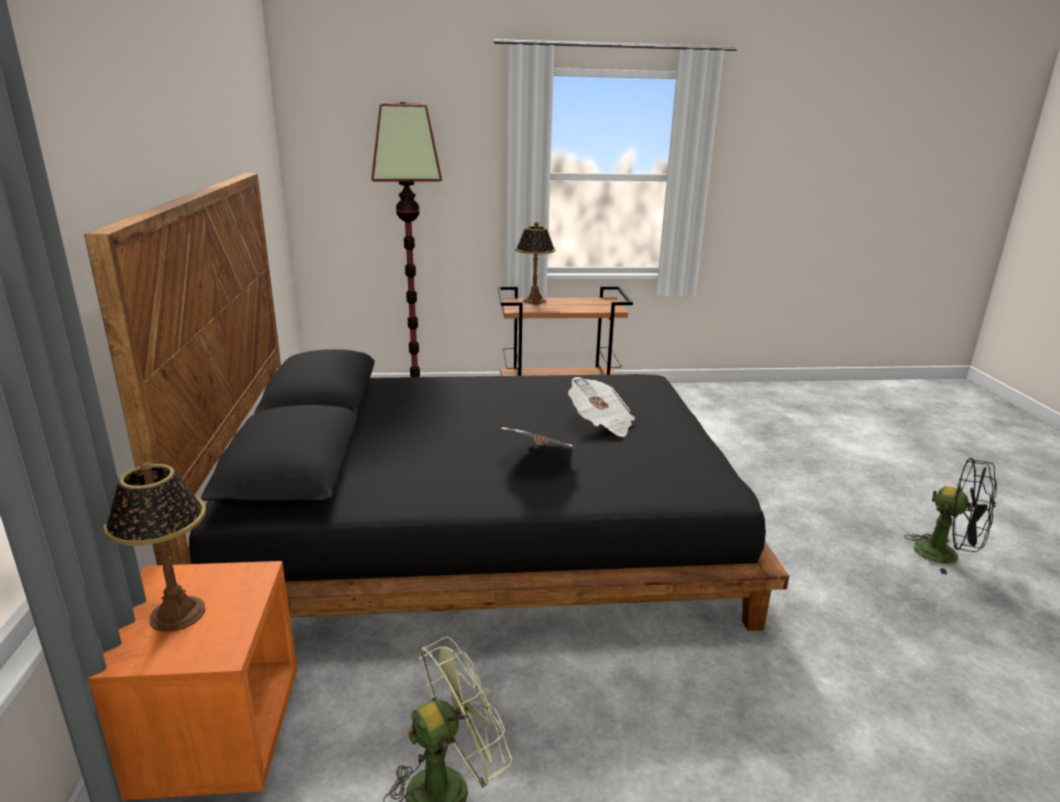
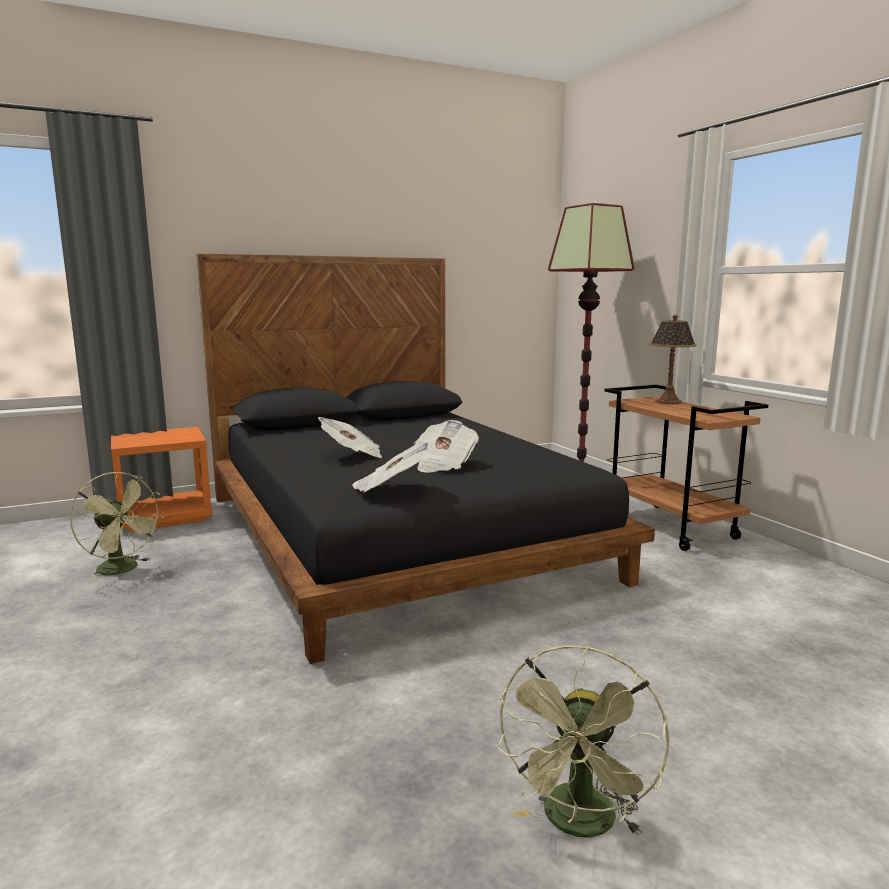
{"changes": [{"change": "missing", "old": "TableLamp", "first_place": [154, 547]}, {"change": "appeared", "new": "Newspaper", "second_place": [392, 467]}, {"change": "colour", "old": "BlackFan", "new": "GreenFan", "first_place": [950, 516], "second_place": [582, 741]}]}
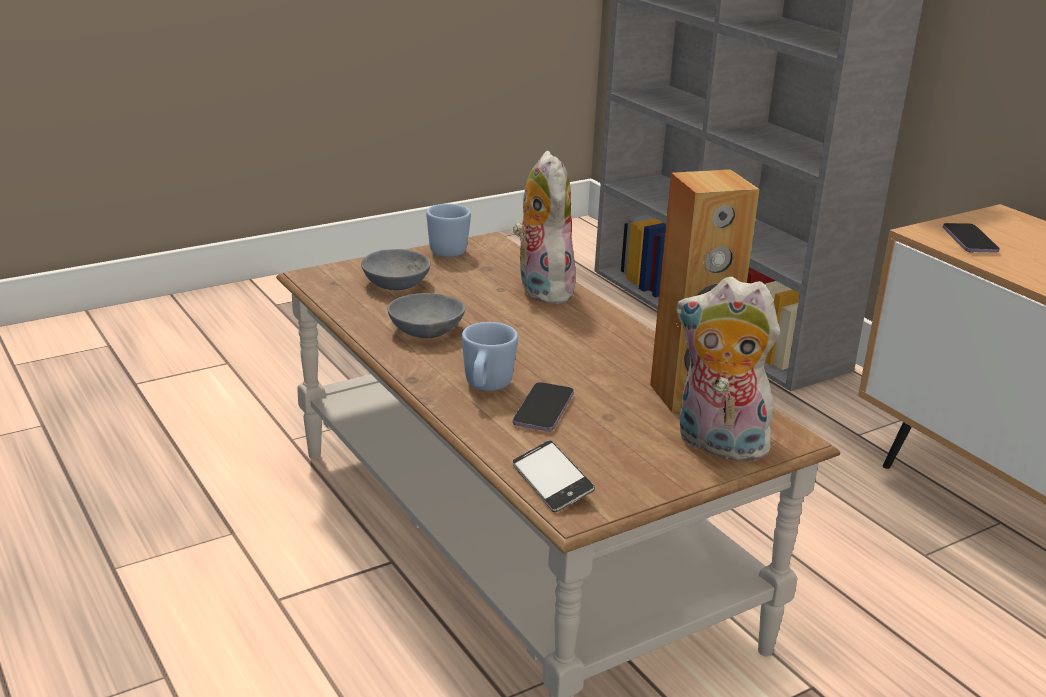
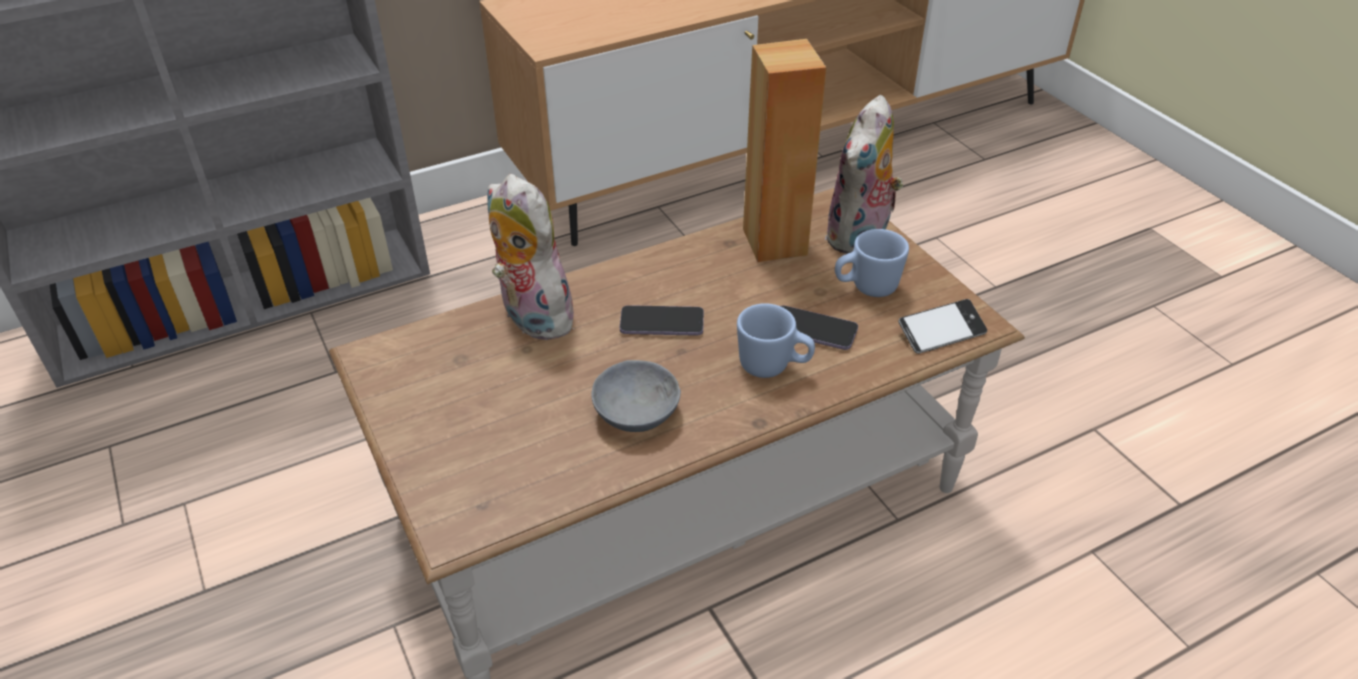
{"changes": [{"change": "missing", "old": "GreyBowl", "first_place": [395, 269]}, {"change": "relocated", "old": "BlueMug", "first_place": [448, 230], "second_place": [872, 263]}, {"change": "relocated", "old": "Phone", "first_place": [971, 238], "second_place": [662, 320]}, {"change": "spun", "old": "PlushToy", "first_place": [544, 227], "second_place": [533, 257], "degrees": 60}]}
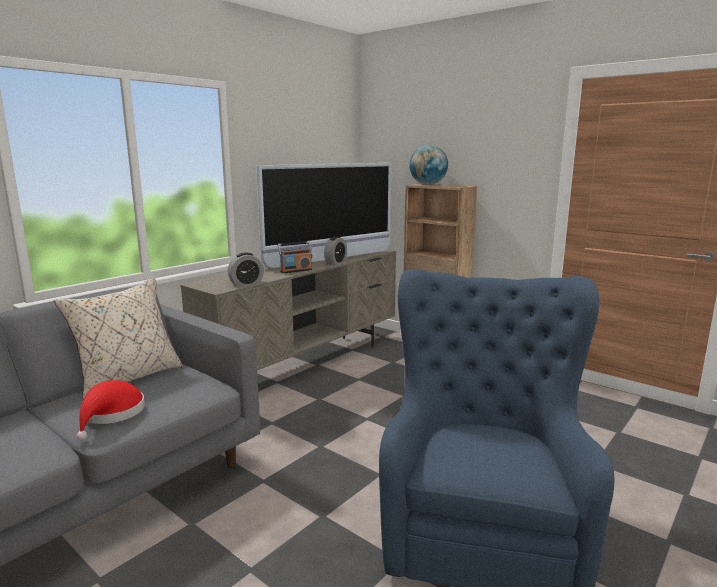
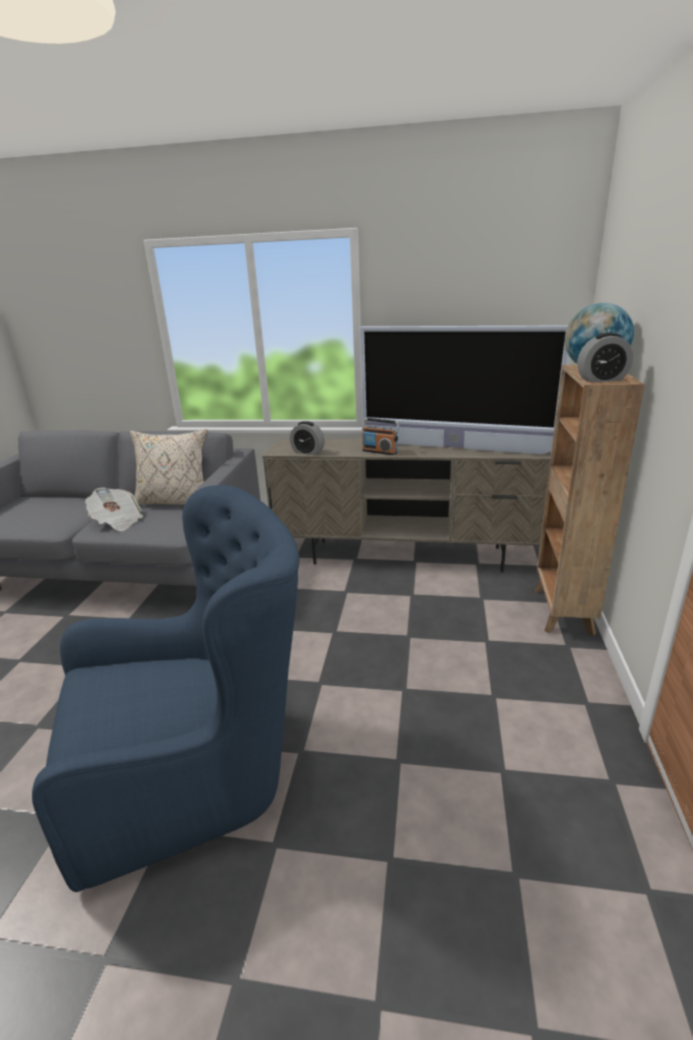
{"changes": [{"change": "relocated", "old": "AlarmClock", "first_place": [335, 250], "second_place": [605, 357]}, {"change": "exchanged", "old": "RedHat", "new": "Newspaper", "first_place": [110, 410], "second_place": [114, 509]}]}
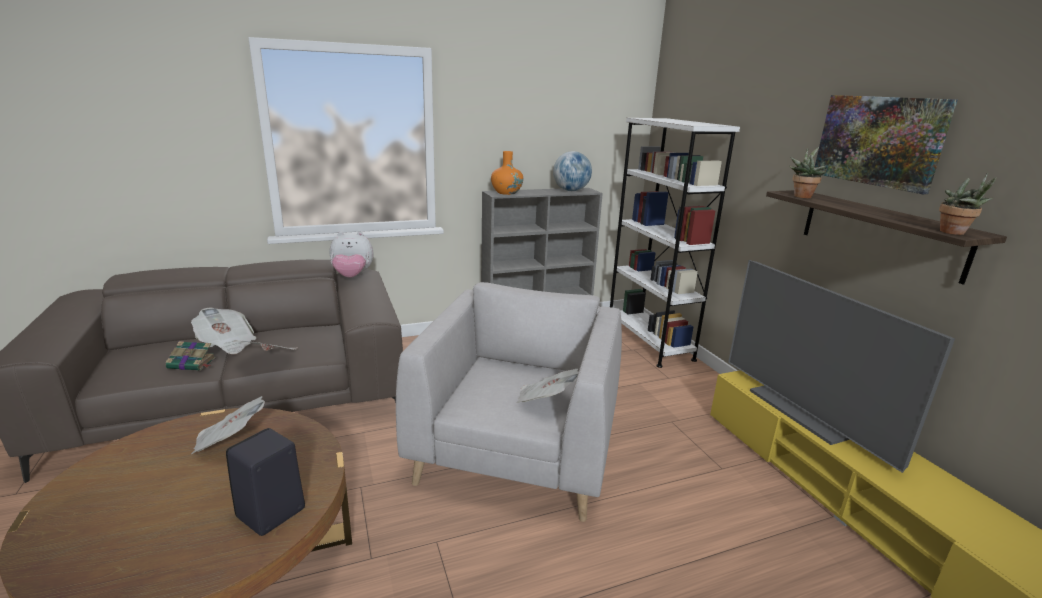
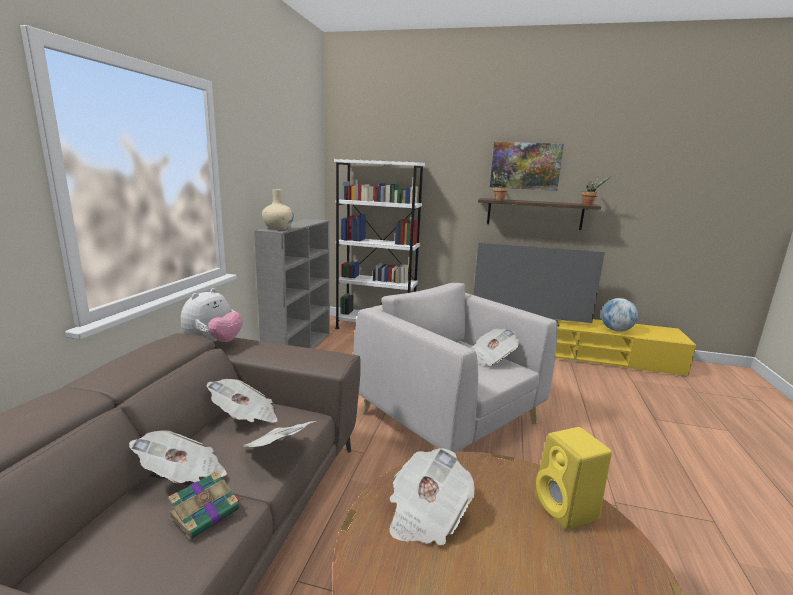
{"changes": [{"change": "appeared", "new": "Newspaper", "second_place": [242, 400]}, {"change": "relocated", "old": "Globe", "first_place": [572, 171], "second_place": [619, 314]}, {"change": "colour", "old": "BlackSpeaker", "new": "YellowSpeaker", "first_place": [265, 482], "second_place": [573, 478]}, {"change": "colour", "old": "OrangeVase", "new": "BeigeVase", "first_place": [507, 173], "second_place": [278, 209]}]}
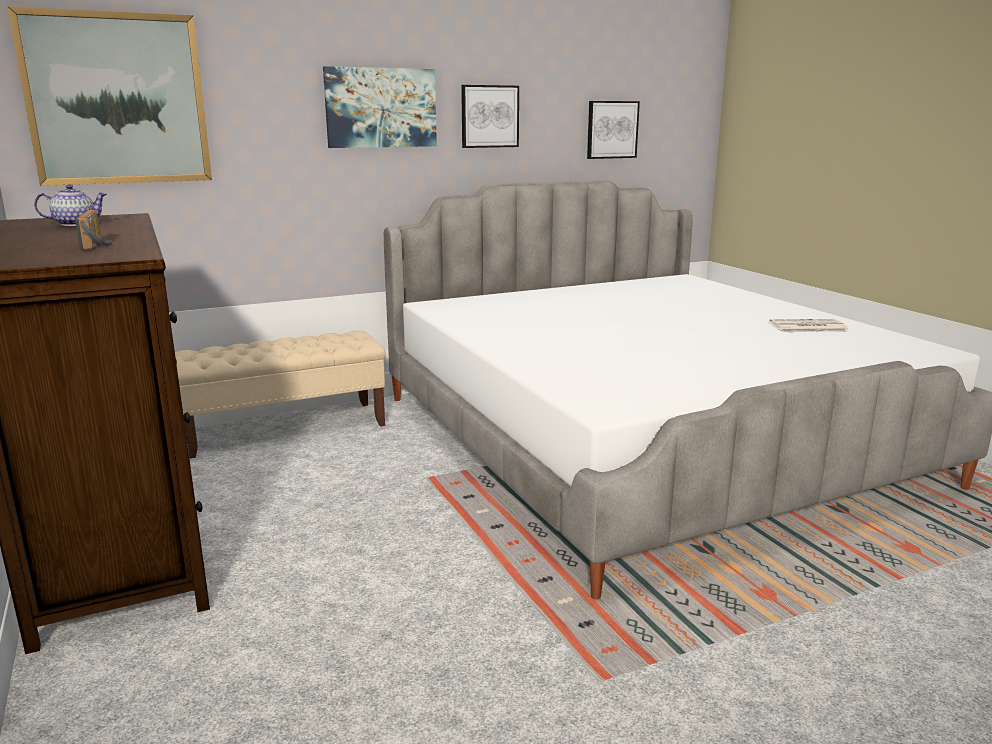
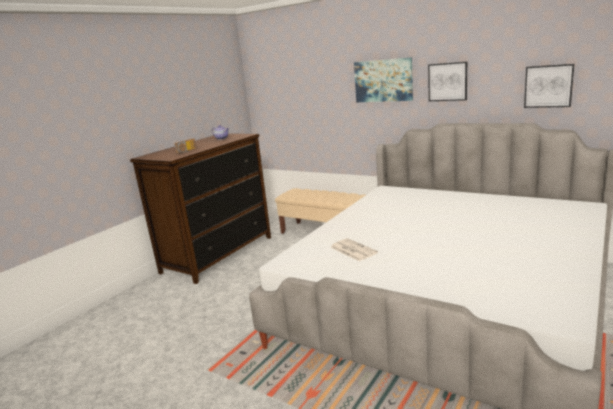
{"changes": [{"change": "missing", "old": "Picture", "first_place": [109, 96]}, {"change": "relocated", "old": "Newspaper", "first_place": [809, 325], "second_place": [354, 249]}]}
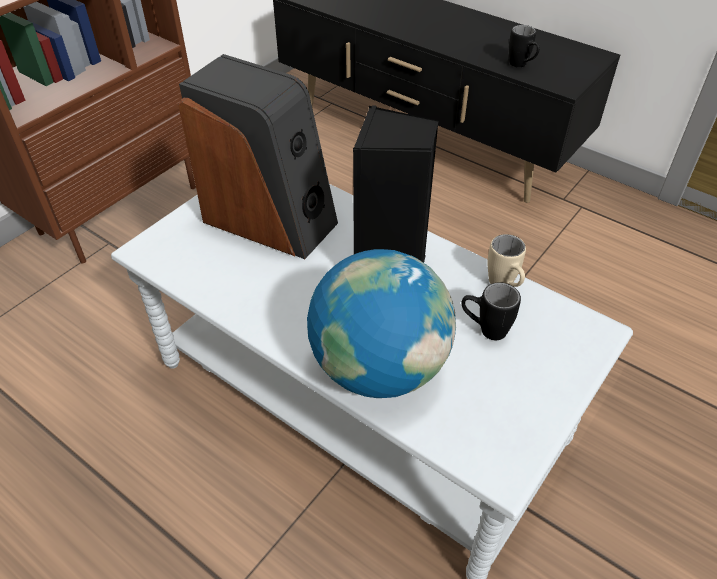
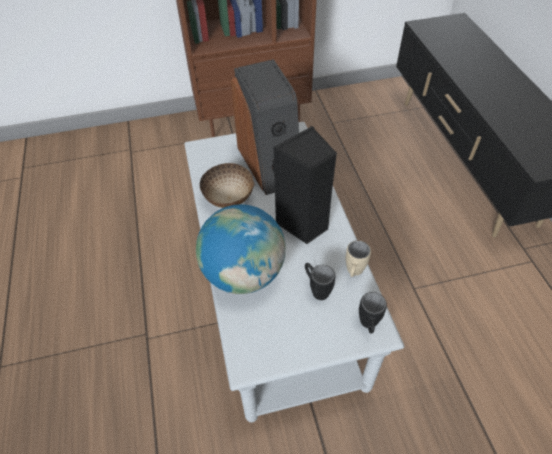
{"changes": [{"change": "appeared", "new": "Bowl", "second_place": [227, 185]}, {"change": "relocated", "old": "BlackMug", "first_place": [524, 46], "second_place": [373, 313]}]}
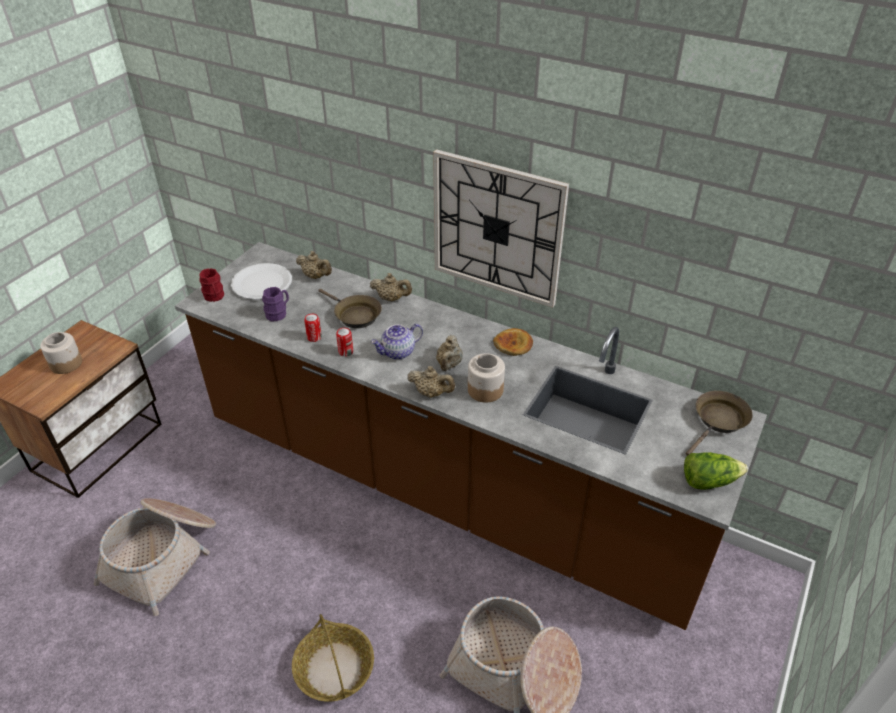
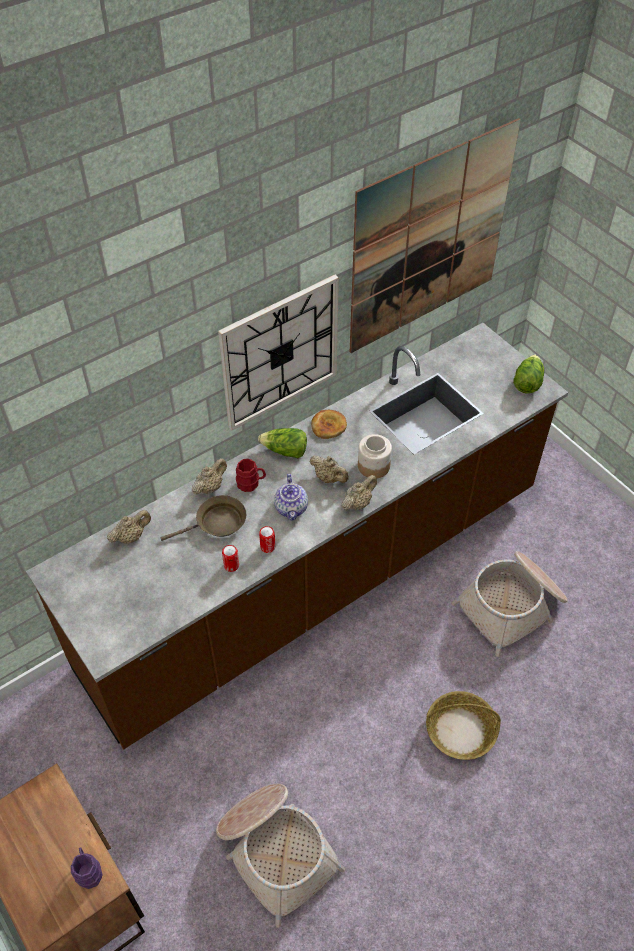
{"changes": [{"change": "missing", "old": "Jar", "first_place": [61, 353]}, {"change": "missing", "old": "WhitePlate", "first_place": [261, 281]}, {"change": "missing", "old": "BrownFryingPan", "first_place": [719, 423]}, {"change": "appeared", "new": "Lettuce", "second_place": [282, 443]}, {"change": "appeared", "new": "Picture", "second_place": [435, 235]}, {"change": "relocated", "old": "RedMug", "first_place": [211, 285], "second_place": [251, 475]}, {"change": "relocated", "old": "PurpleMug", "first_place": [275, 304], "second_place": [87, 868]}]}
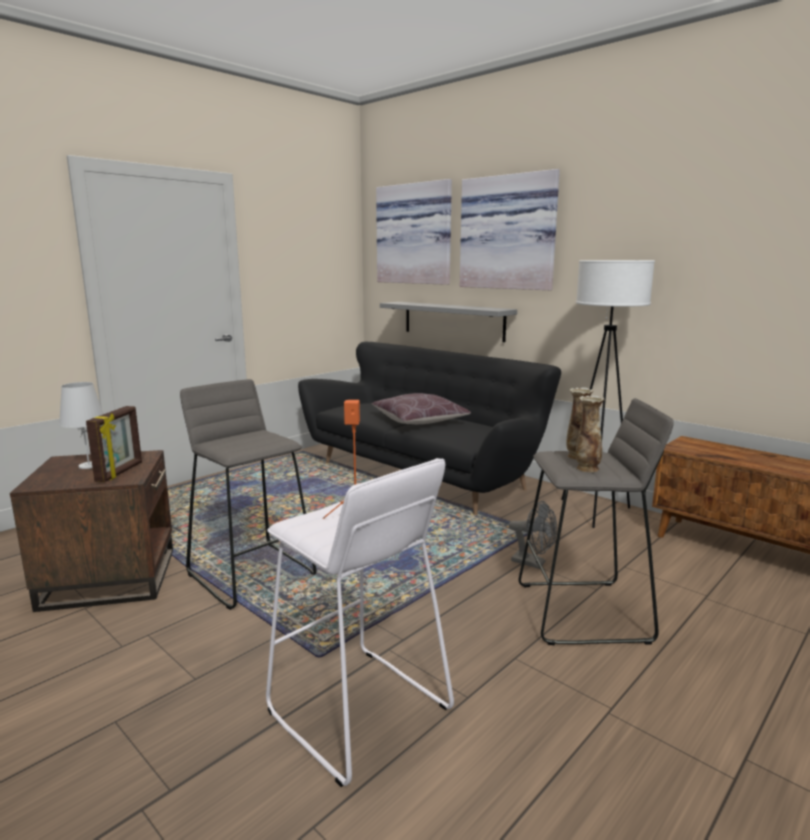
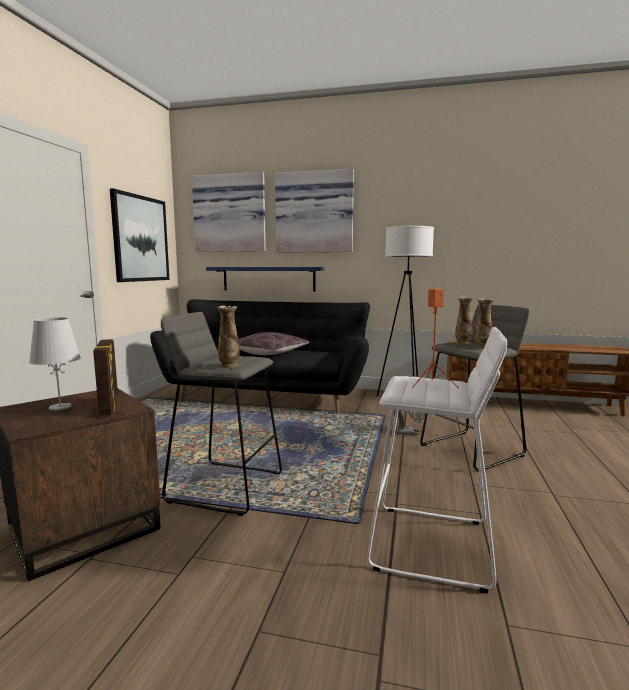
{"changes": [{"change": "appeared", "new": "Picture", "second_place": [140, 235]}, {"change": "appeared", "new": "Vase", "second_place": [228, 337]}, {"change": "colour", "old": "GreyShelf", "new": "BlueShelf", "first_place": [448, 322], "second_place": [265, 279]}]}
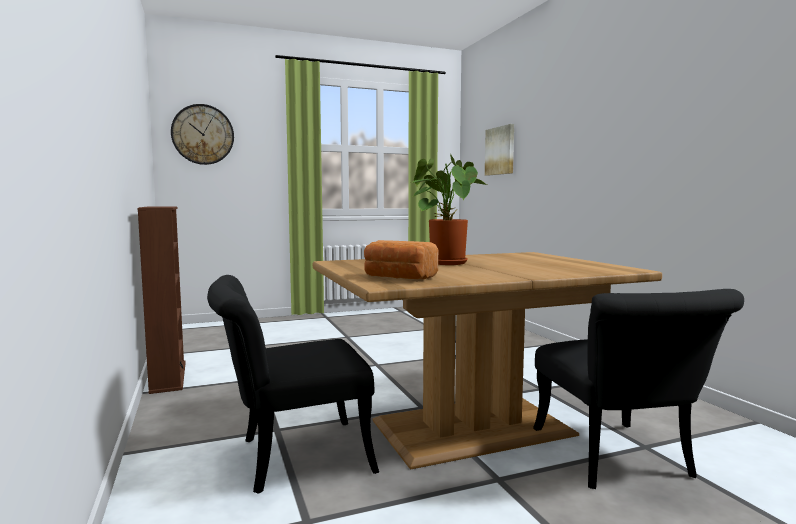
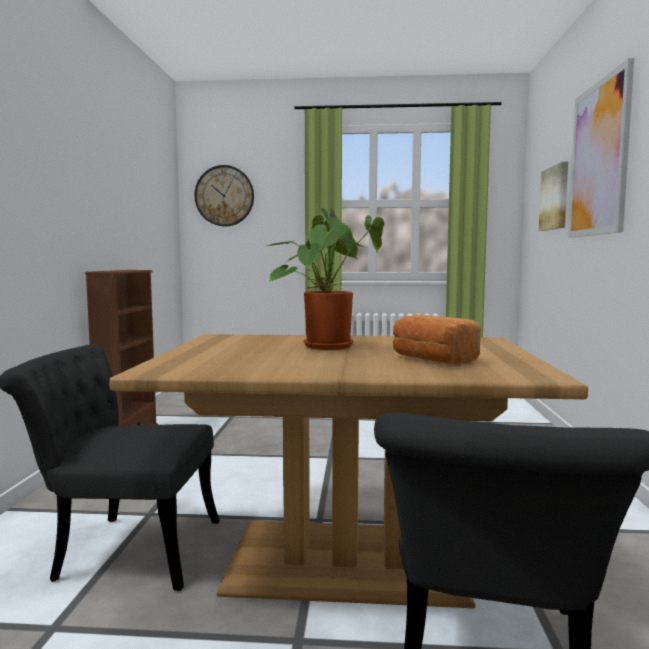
{"changes": [{"change": "appeared", "new": "Picture", "second_place": [601, 148]}, {"change": "relocated", "old": "Bread", "first_place": [401, 259], "second_place": [437, 339]}]}
